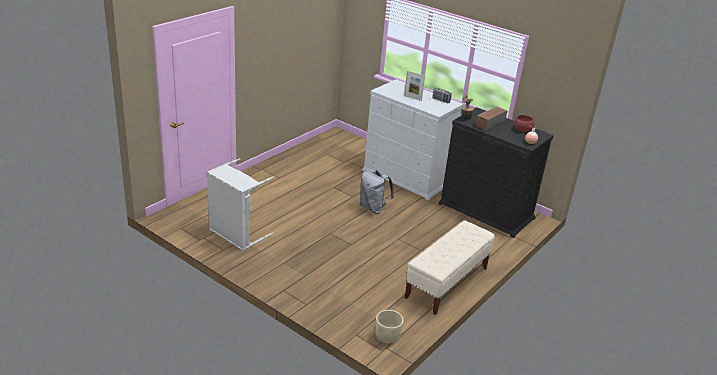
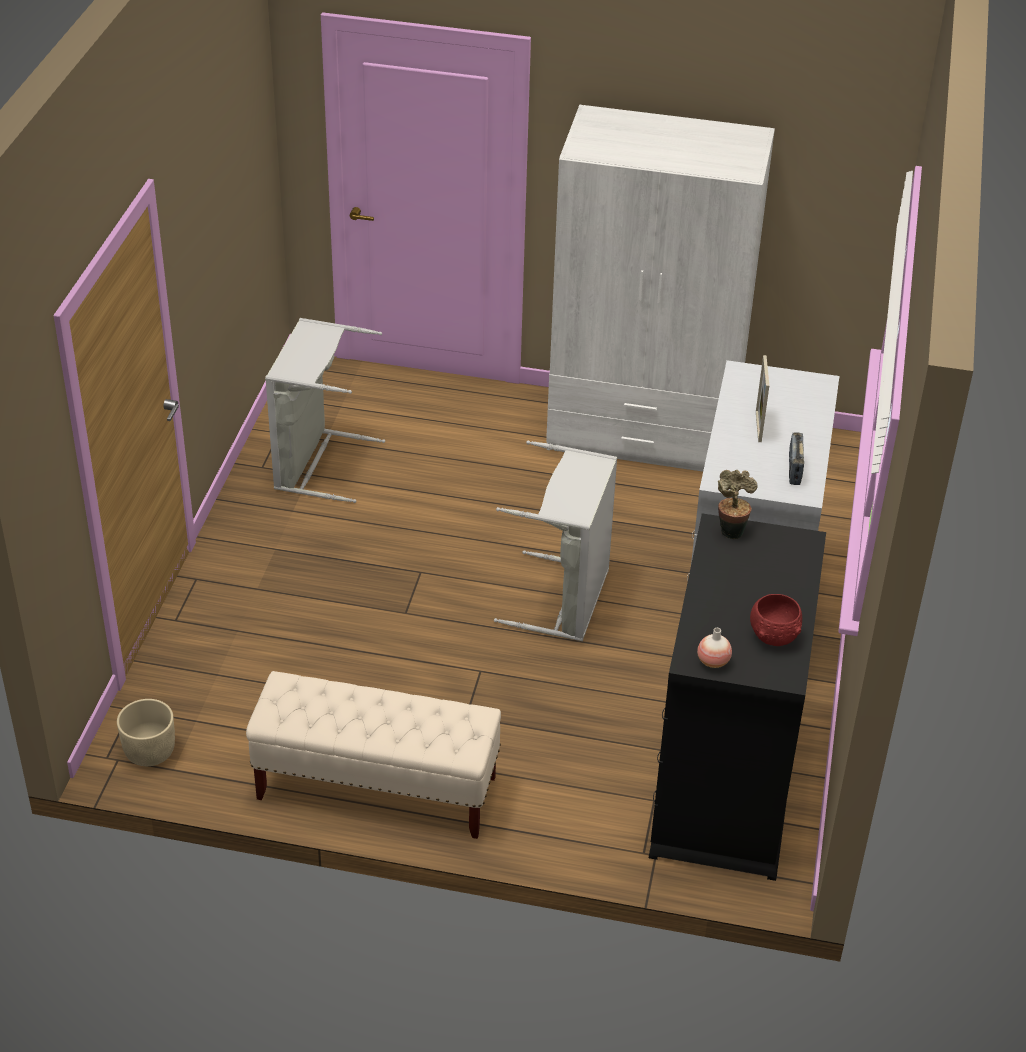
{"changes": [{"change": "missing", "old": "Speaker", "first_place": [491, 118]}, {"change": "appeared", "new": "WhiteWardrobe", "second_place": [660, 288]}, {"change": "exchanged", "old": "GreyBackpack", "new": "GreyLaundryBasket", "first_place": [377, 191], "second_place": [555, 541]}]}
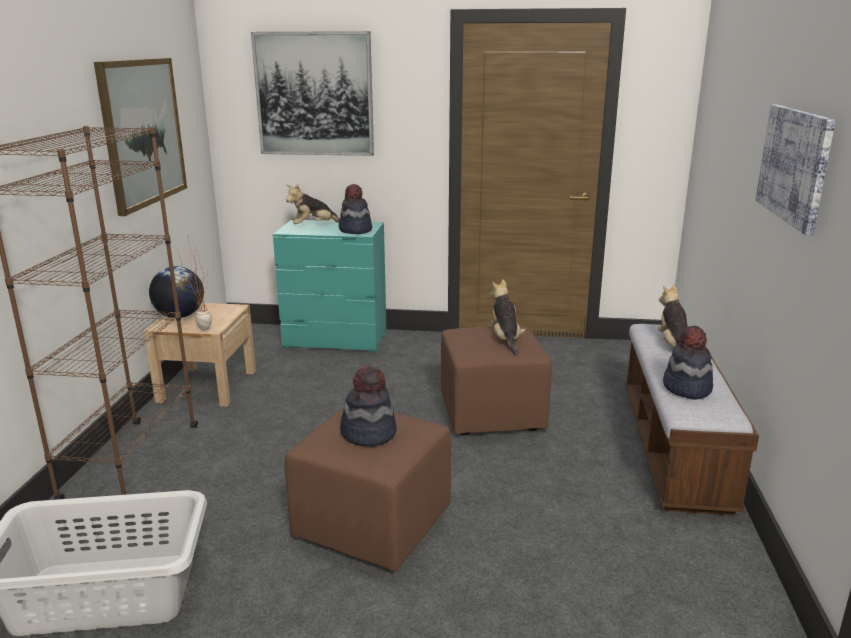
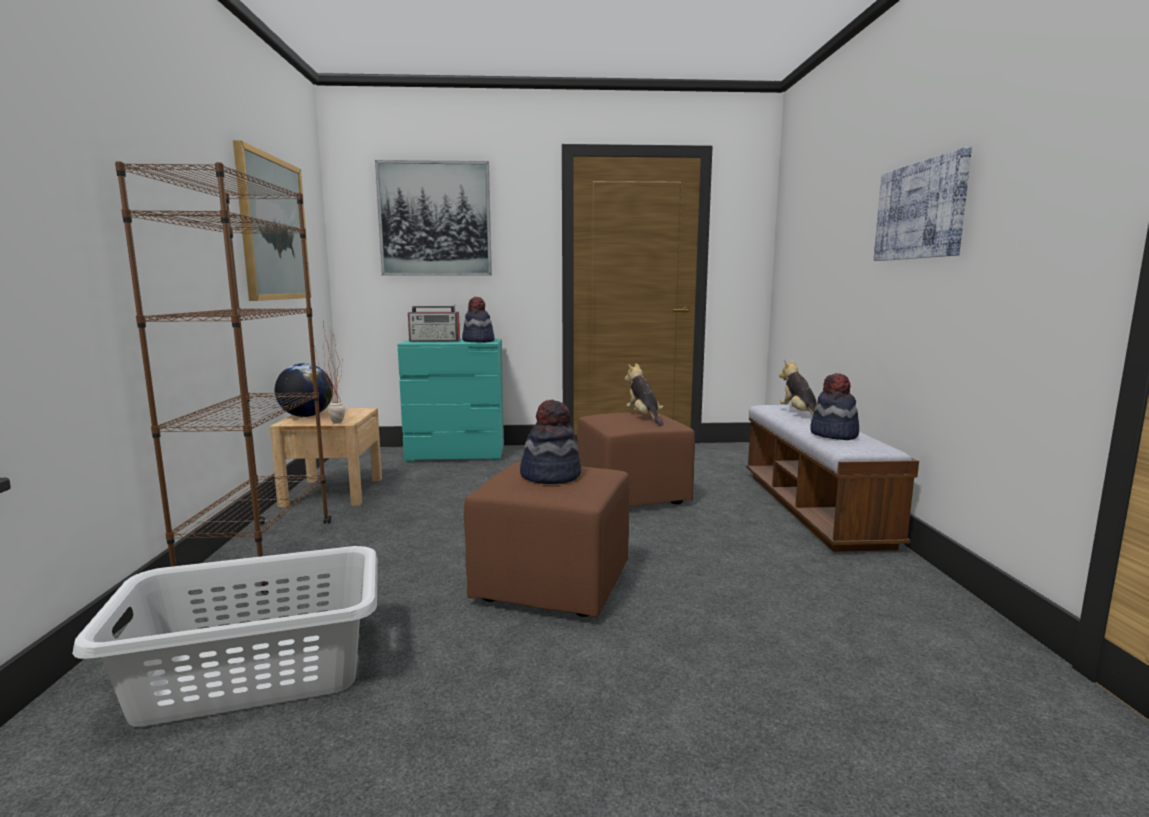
{"changes": [{"change": "exchanged", "old": "PlushToy", "new": "Radio", "first_place": [313, 204], "second_place": [434, 323]}]}
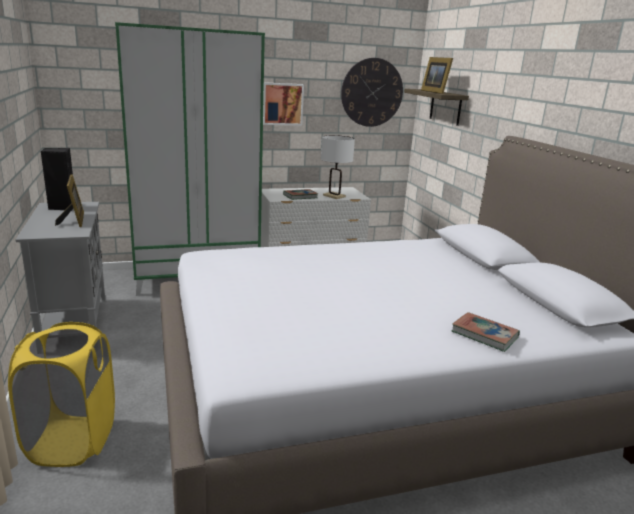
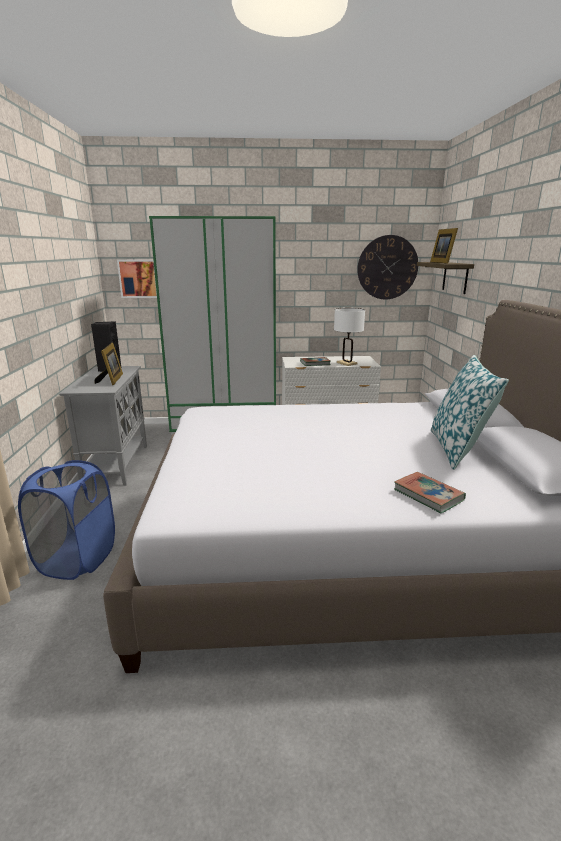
{"changes": [{"change": "appeared", "new": "Pillow", "second_place": [470, 412]}, {"change": "relocated", "old": "Picture", "first_place": [283, 104], "second_place": [137, 279]}, {"change": "colour", "old": "YellowLaundryBasket", "new": "BlueLaundryBasket", "first_place": [61, 394], "second_place": [66, 520]}]}
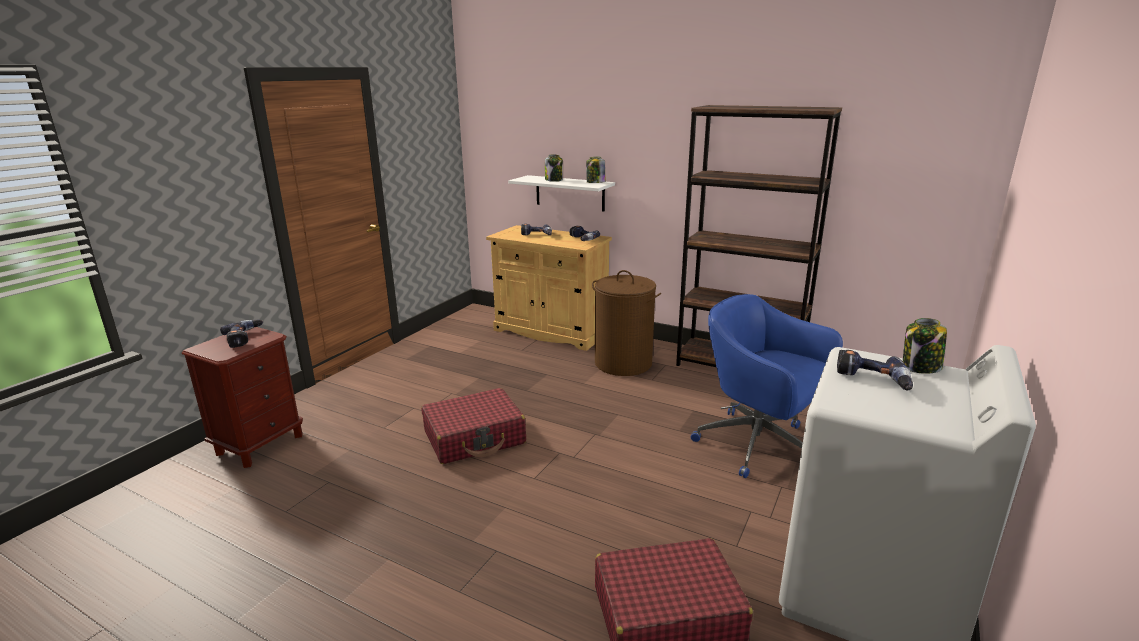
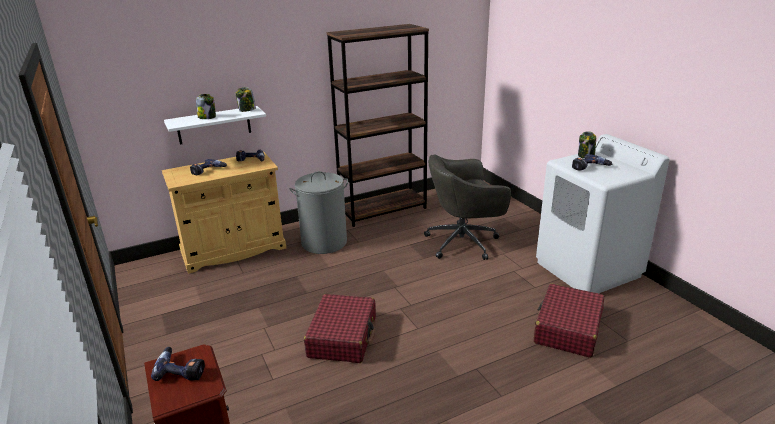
{"changes": [{"change": "colour", "old": "BrownLaundryBasket", "new": "GreyLaundryBasket", "first_place": [626, 323], "second_place": [319, 212]}, {"change": "colour", "old": "BlueOfficeChair", "new": "GreyOfficeChair", "first_place": [767, 386], "second_place": [467, 207]}]}
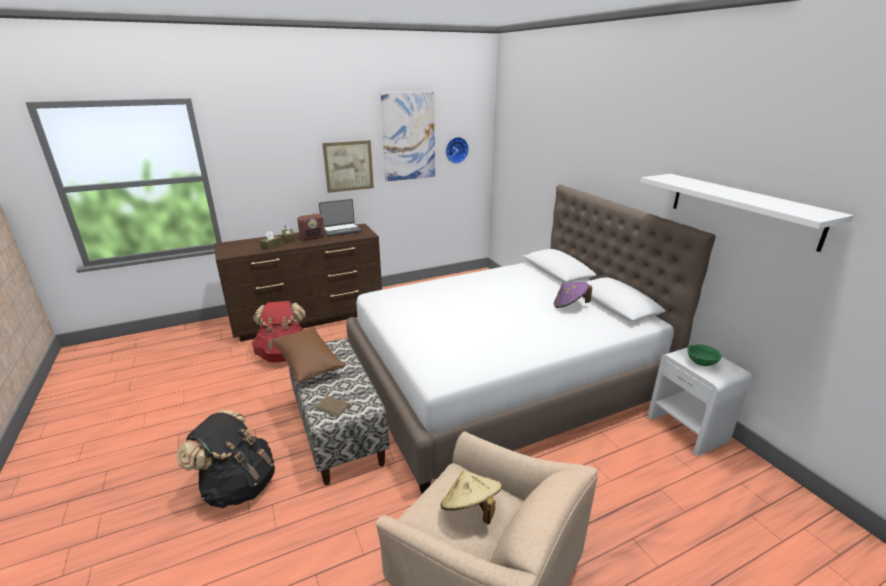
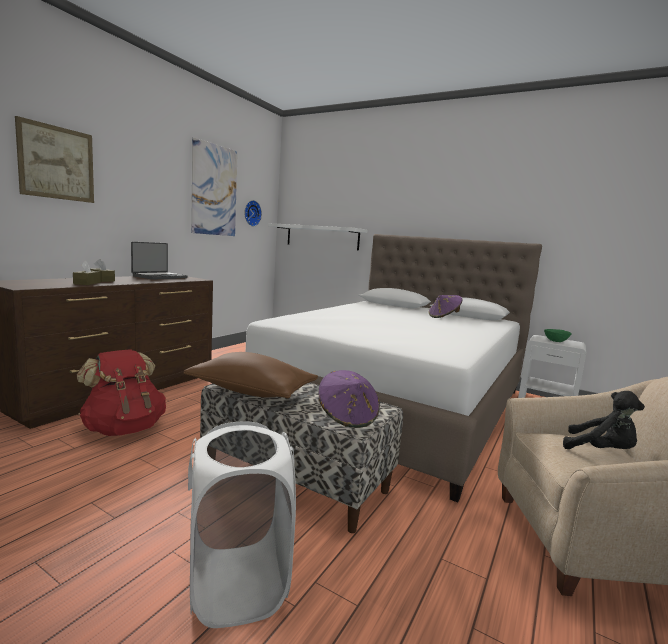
{"changes": [{"change": "missing", "old": "Radio", "first_place": [311, 227]}, {"change": "relocated", "old": "Picture", "first_place": [348, 166], "second_place": [54, 159]}, {"change": "relocated", "old": "WhiteShelf", "first_place": [747, 213], "second_place": [318, 236]}, {"change": "exchanged", "old": "BlackBackpack", "new": "WhiteLaundryBasket", "first_place": [225, 459], "second_place": [242, 524]}, {"change": "exchanged", "old": "BrownBook", "new": "PurpleHat", "first_place": [332, 404], "second_place": [349, 399]}, {"change": "exchanged", "old": "BeigeHat", "new": "BlackPlushToy", "first_place": [471, 497], "second_place": [604, 420]}]}
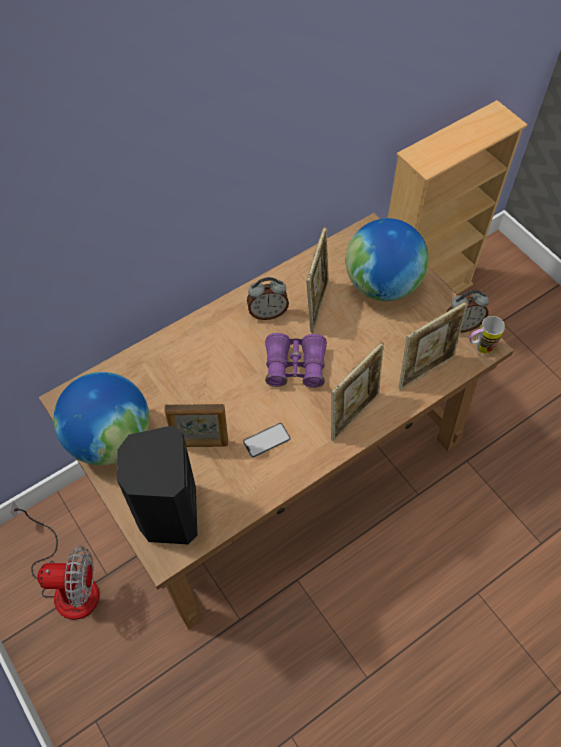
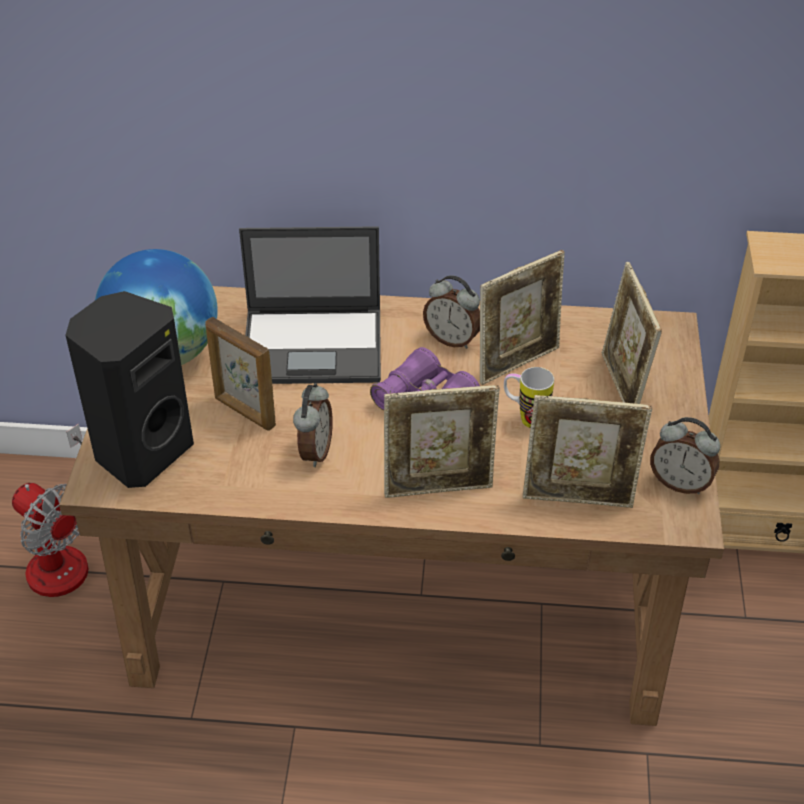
{"changes": [{"change": "appeared", "new": "Laptop", "second_place": [310, 305]}, {"change": "relocated", "old": "Mug", "first_place": [487, 335], "second_place": [529, 397]}, {"change": "exchanged", "old": "Phone", "new": "AlarmClock", "first_place": [267, 440], "second_place": [313, 425]}, {"change": "exchanged", "old": "Globe", "new": "PictureFrame", "first_place": [387, 259], "second_place": [631, 333]}]}
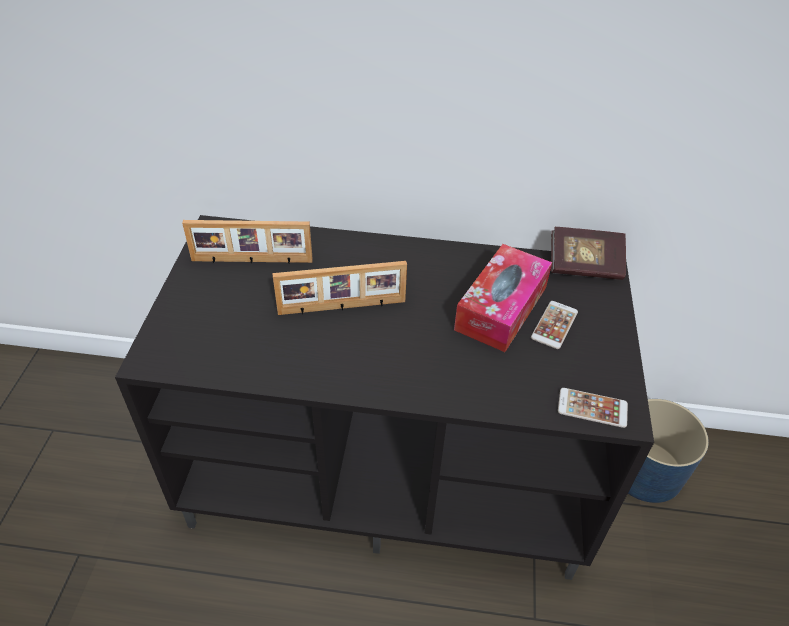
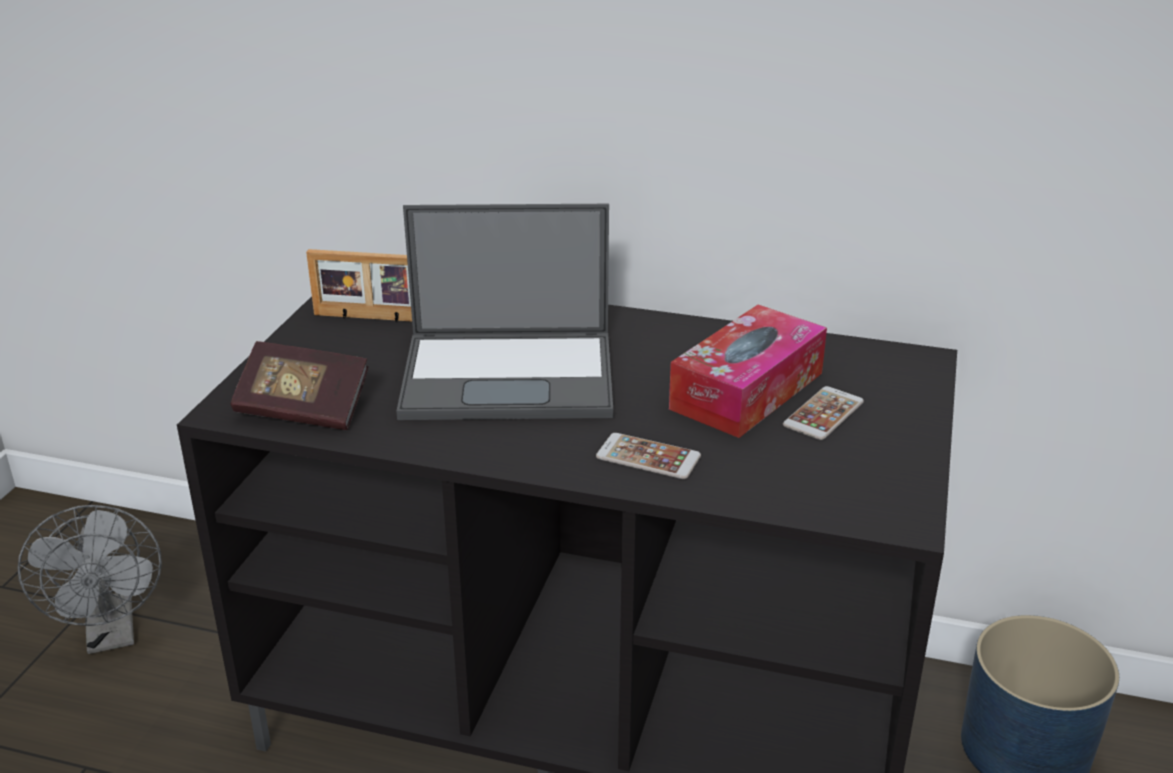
{"changes": [{"change": "appeared", "new": "GreyFan", "second_place": [90, 579]}, {"change": "relocated", "old": "Book", "first_place": [588, 253], "second_place": [300, 385]}, {"change": "relocated", "old": "Phone", "first_place": [593, 408], "second_place": [648, 456]}, {"change": "exchanged", "old": "PictureFrame", "new": "Laptop", "first_place": [340, 288], "second_place": [504, 312]}]}
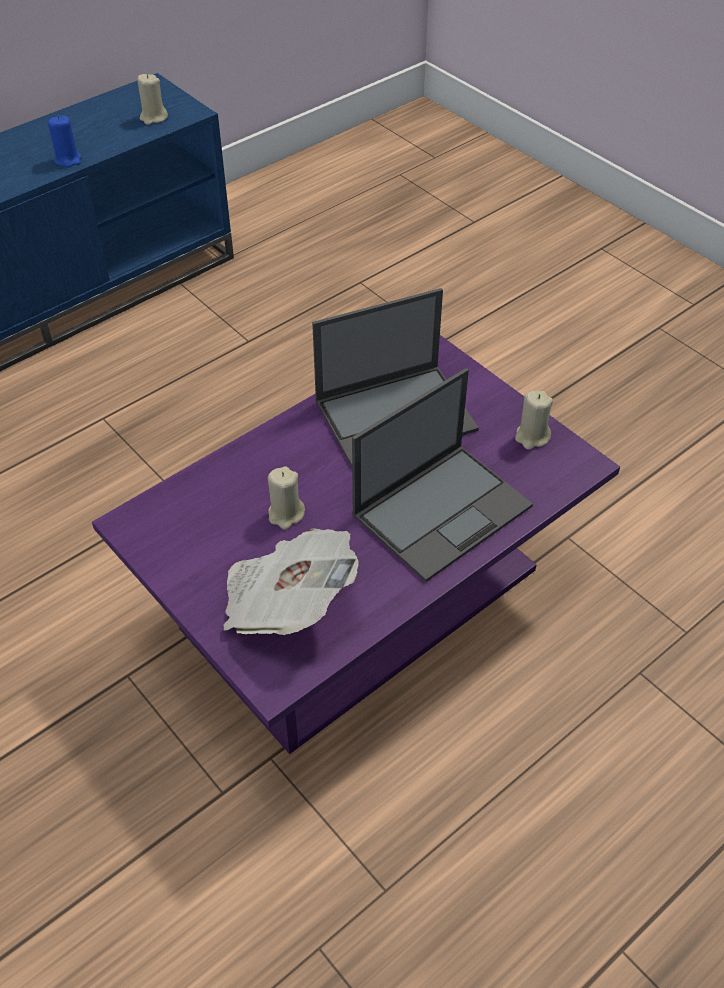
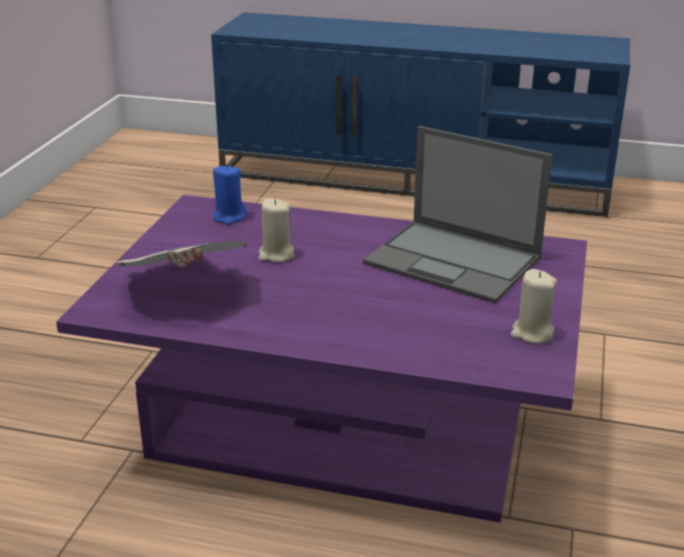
{"changes": [{"change": "missing", "old": "BeigeCandle", "first_place": [152, 99]}, {"change": "missing", "old": "Laptop", "first_place": [442, 475]}, {"change": "relocated", "old": "BlueCandle", "first_place": [65, 141], "second_place": [230, 194]}]}
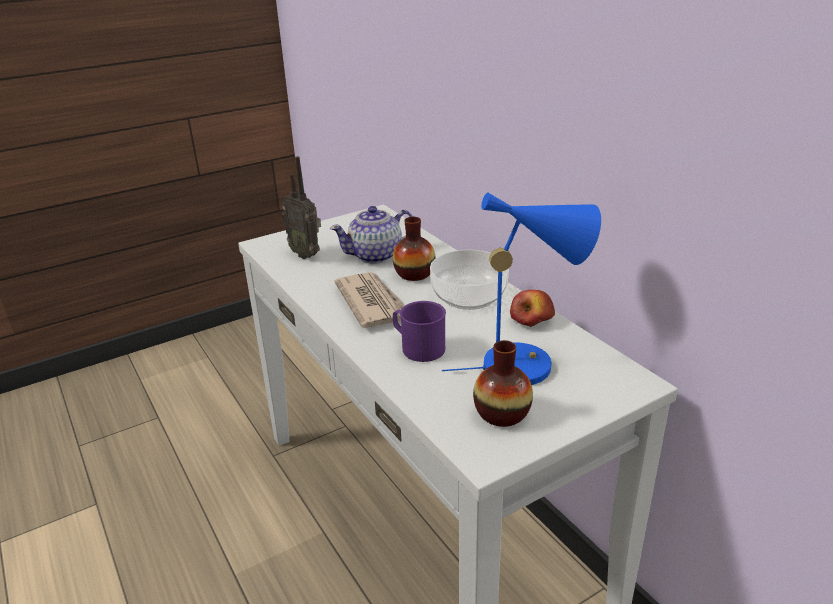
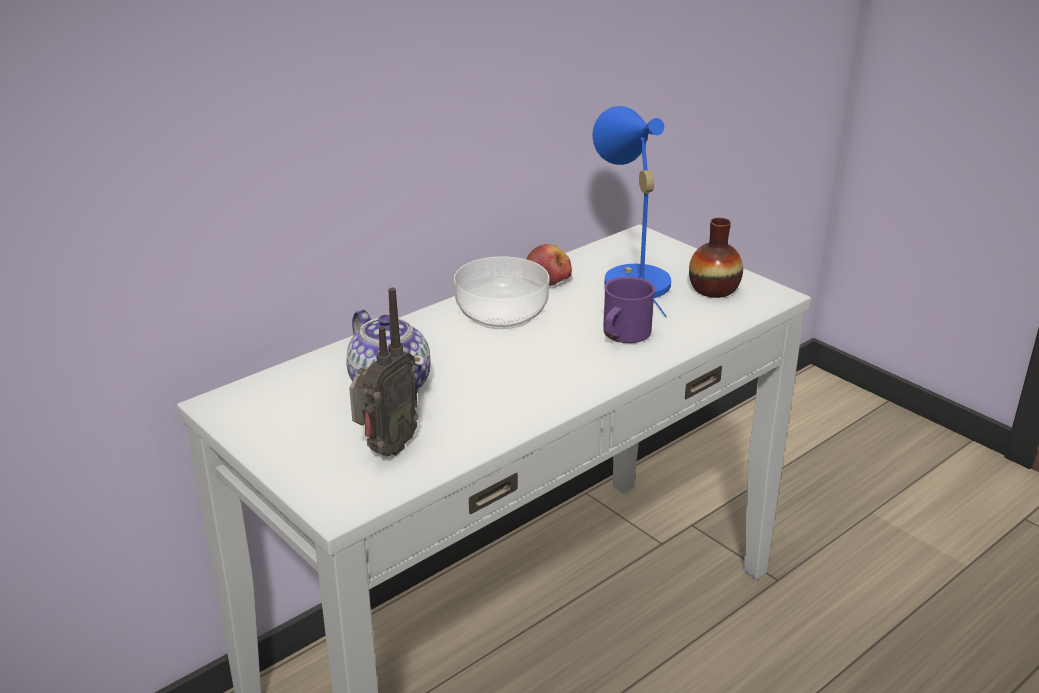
{"changes": [{"change": "missing", "old": "Newspaper", "first_place": [369, 300]}, {"change": "missing", "old": "Vase", "first_place": [414, 249]}]}
